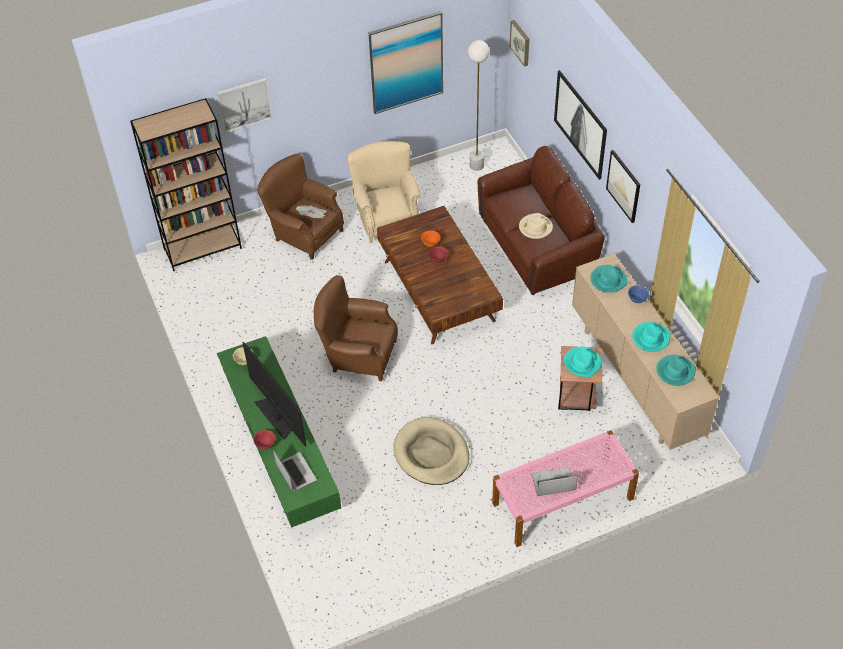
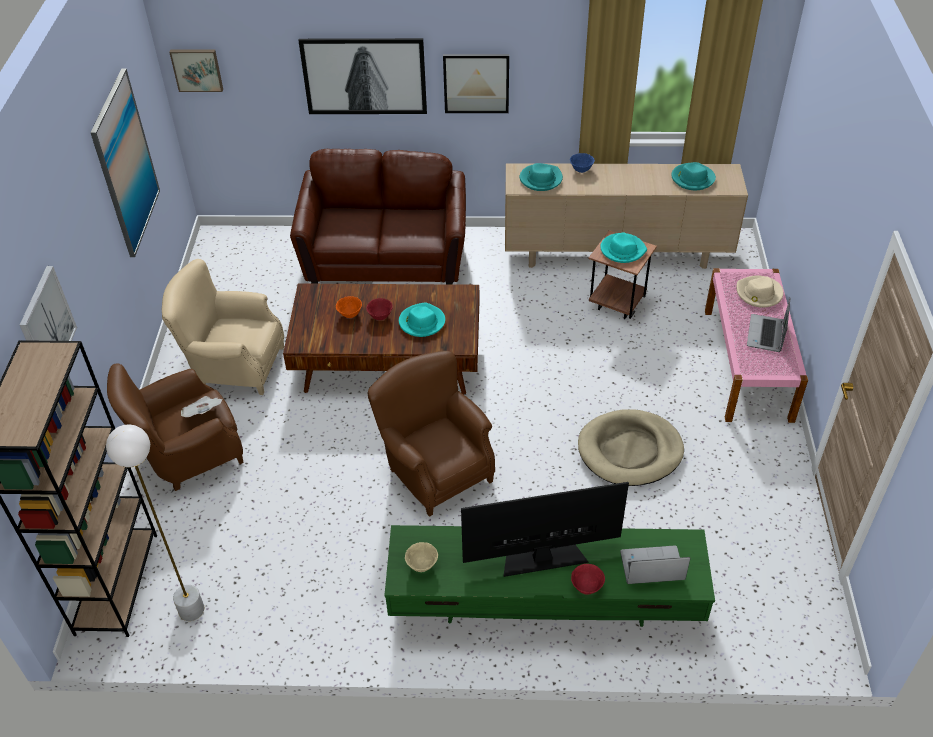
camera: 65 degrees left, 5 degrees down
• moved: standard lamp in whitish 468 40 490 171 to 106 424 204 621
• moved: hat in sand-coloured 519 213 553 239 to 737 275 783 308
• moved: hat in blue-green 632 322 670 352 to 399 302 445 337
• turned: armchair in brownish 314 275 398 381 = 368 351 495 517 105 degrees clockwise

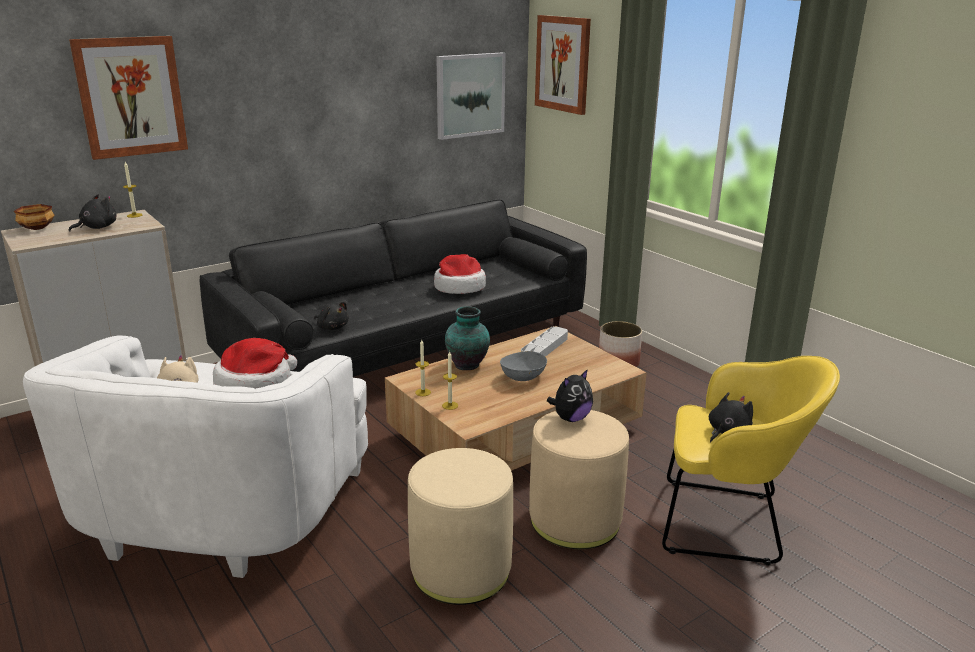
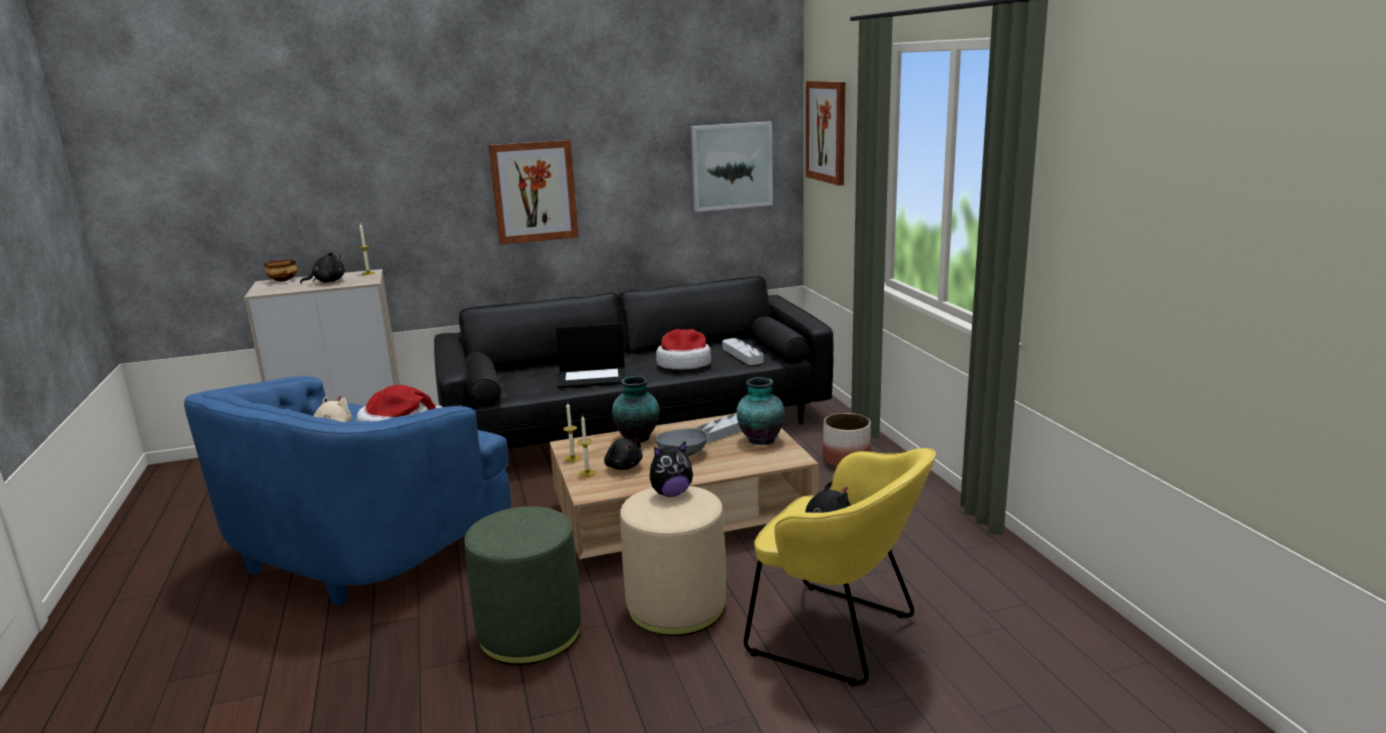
camera: 20 degrees right, 5 degrees down
• added: notebook computer 556 323 626 389
• added: serving tray in greyish 722 338 764 365
• added: flower vase 737 377 785 445
• moved: wall art 69 36 188 160 to 488 140 579 245
• moved: cuddly toy in blackish 314 302 349 330 to 604 438 643 470
• recoloured: armchair in whitish 23 335 368 578 to armchair in bluish 184 376 511 606
• recoloured: footrest in sand-coloured 408 448 513 605 to footrest in greenish 464 506 581 665

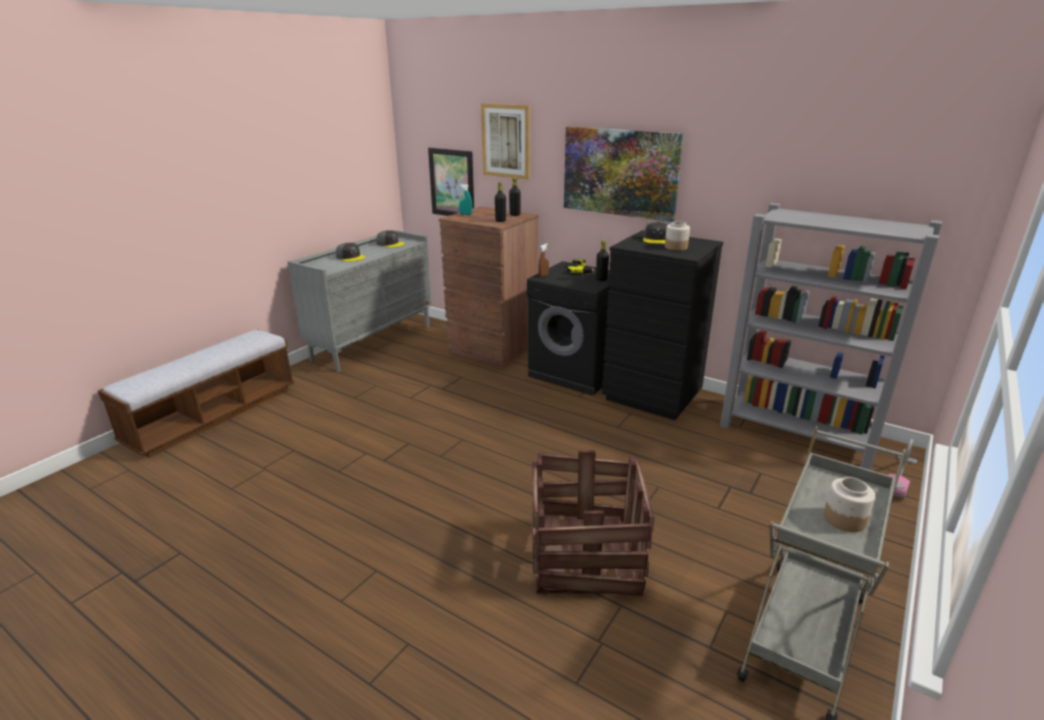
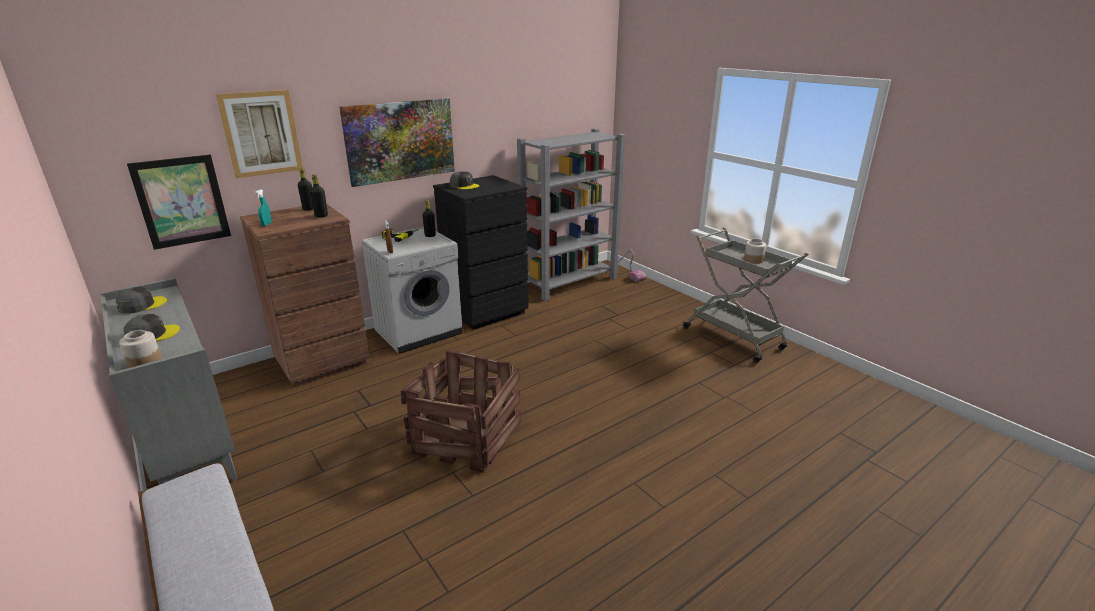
camera: 70 degrees left, 0 degrees up
• moved: shipping crate 532 450 655 596 to 401 350 521 473
• moved: preserve jar 665 221 690 251 to 119 330 161 368
• recoloured: laundry appliance in blackish 527 261 610 396 to laundry appliance in whitish 362 227 463 354

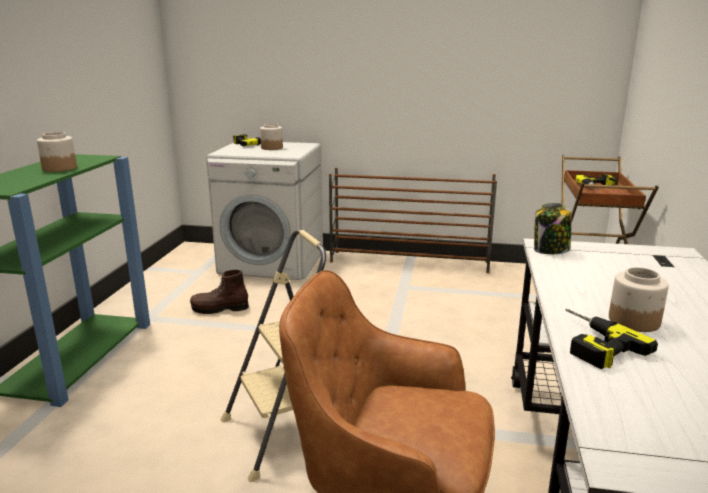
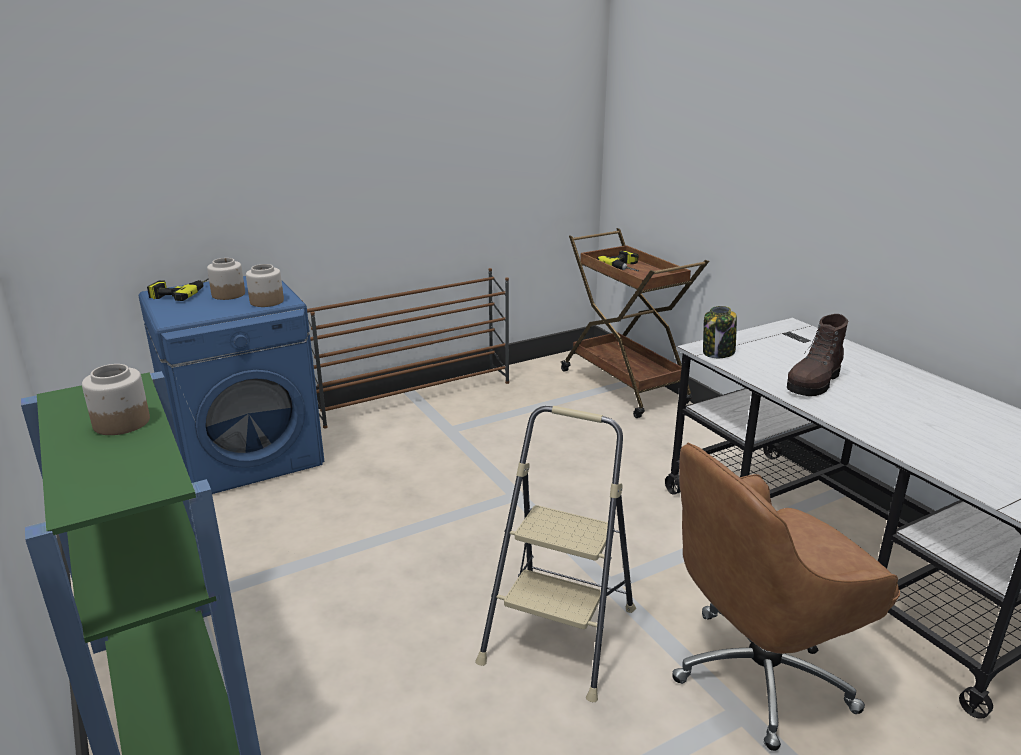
camera: 40 degrees left, 5 degrees up
• removed: drill 565 308 658 369
• moved: tall boot in brownish 190 270 249 314 to 787 314 848 396
• moved: preserve jar 609 267 669 332 to 246 264 284 307
• recoloured: laundry appliance in whitish 206 142 323 280 to laundry appliance in bluish 139 276 324 494

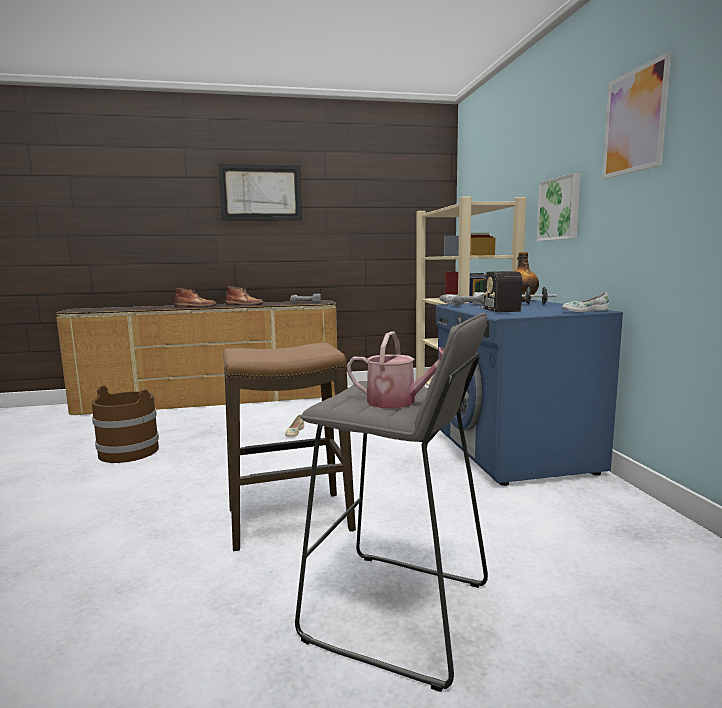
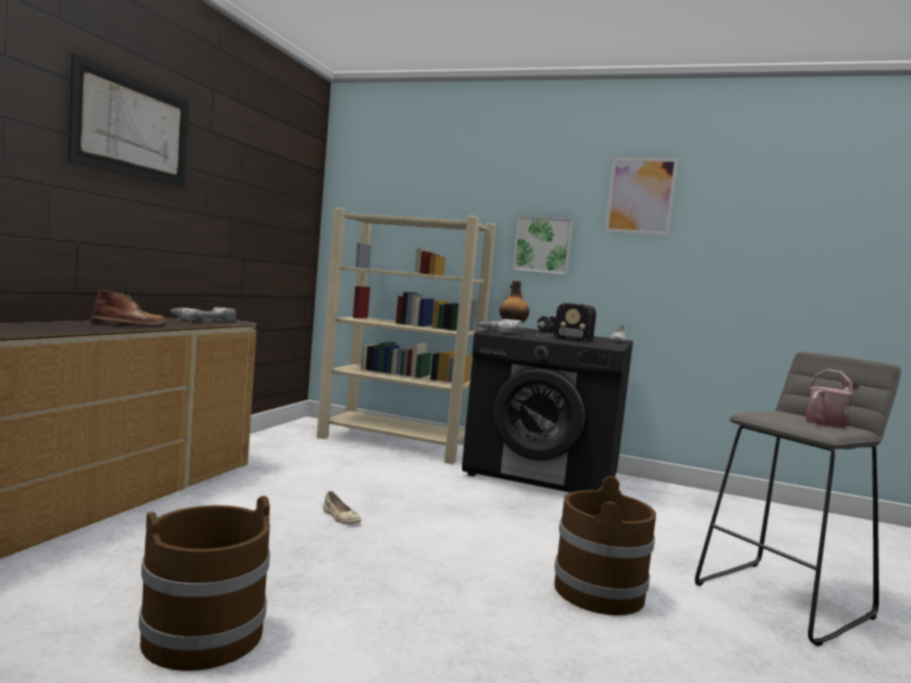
camera: 60 degrees left, 5 degrees down
• removed: tall boot in brownish 174 288 217 307
• replaced: stool seat 223 343 356 551 to pail in brownish 554 476 656 615
• recoloured: laundry appliance in bluish 436 300 623 486 to laundry appliance in blackish 462 328 633 493

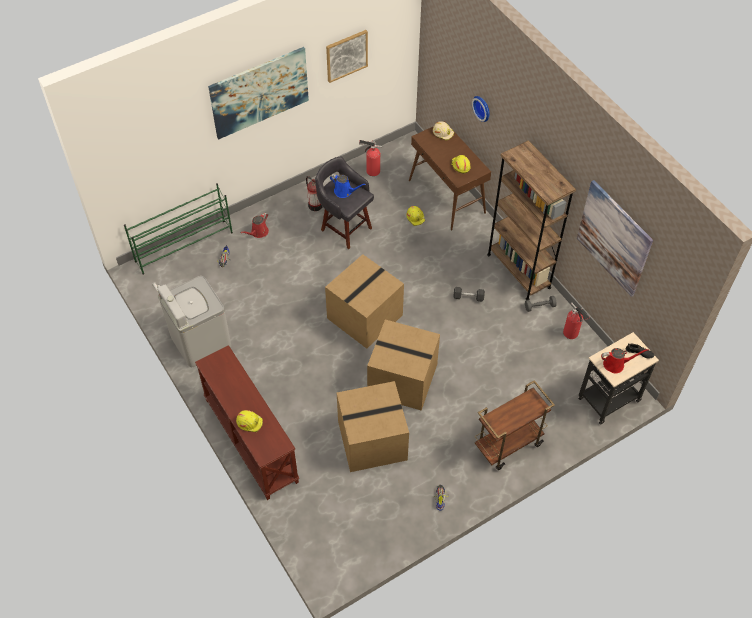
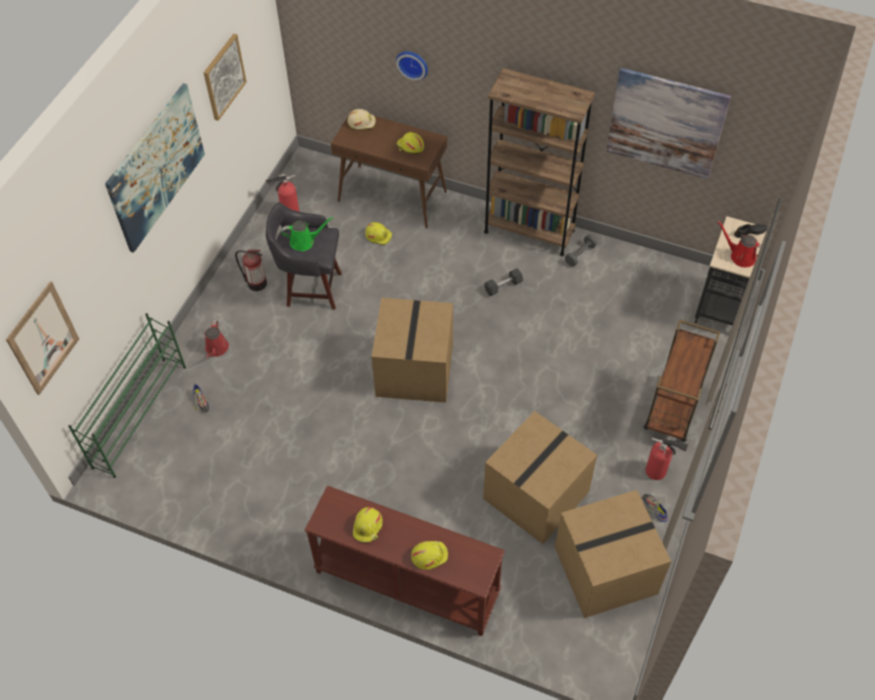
camera: 35 degrees left, 0 degrees up
• removed: laundry appliance in greyish 152 276 231 367
• added: wall art 6 281 79 395
• added: safety helmet in yellow 353 507 383 543
• moved: cardboard box 367 319 440 411 to 555 490 671 618
• moved: fire extinguisher 563 303 590 339 to 645 437 688 480
• recoloured: watering can in bluish 330 174 366 198 to watering can in greenish 281 217 333 251
• turned: watering can in red-coloured 601 348 649 373 = 718 221 762 268 105 degrees counterclockwise

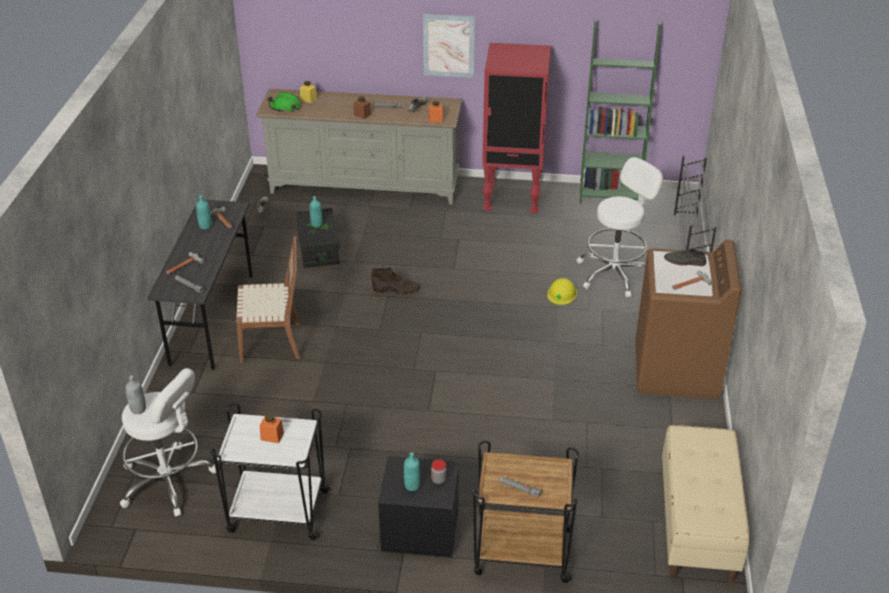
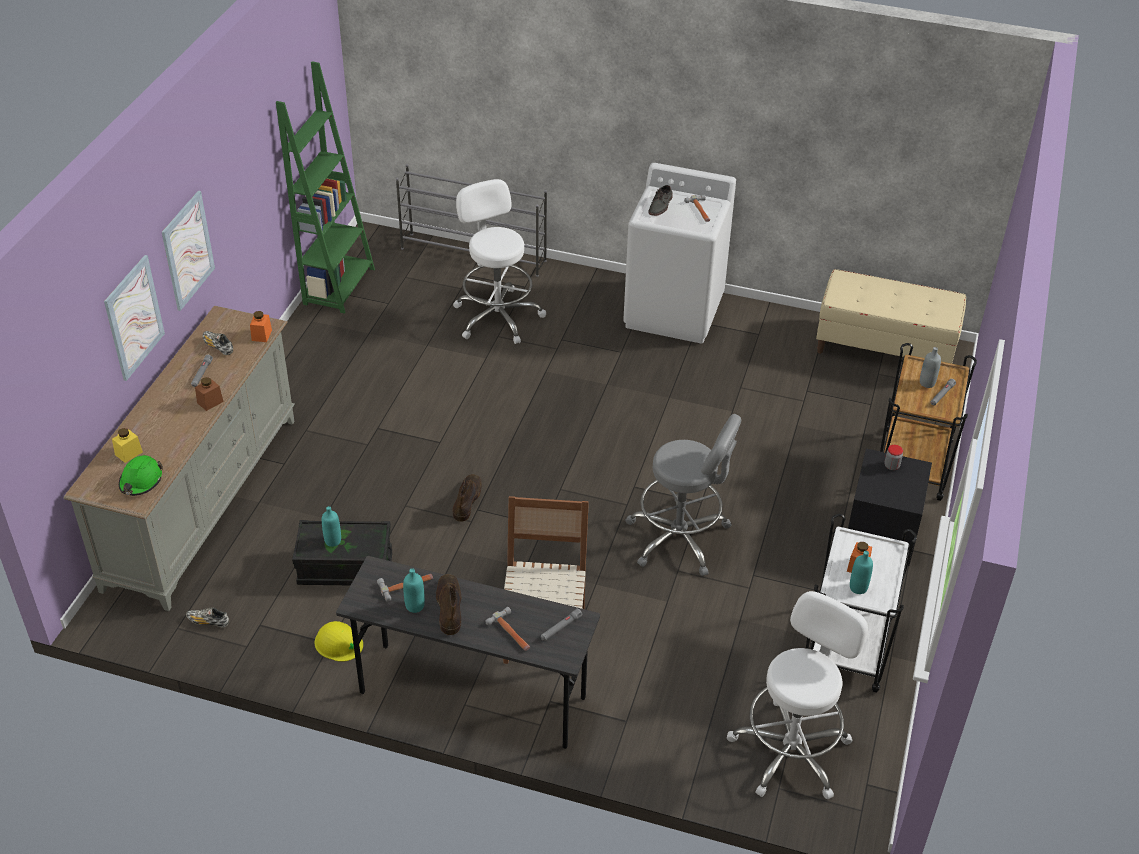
camera: 80 degrees left, 5 degrees up
• removed: cabinet in red-coloured 482 43 551 214
• added: wall art 104 255 165 381
• added: tall boot in brownish 436 574 461 635
• added: stool seat in greyish 625 414 742 576
• moved: drink bottle in greyish 125 376 146 414 to 920 347 941 388
• moved: drink bottle in blue-green 404 452 421 491 to 850 551 873 594
• moved: safety helmet in yellow 547 278 577 305 to 315 621 363 662
• recoloured: laundry appliance in brownish 635 239 742 399 to laundry appliance in whitish 623 163 736 343

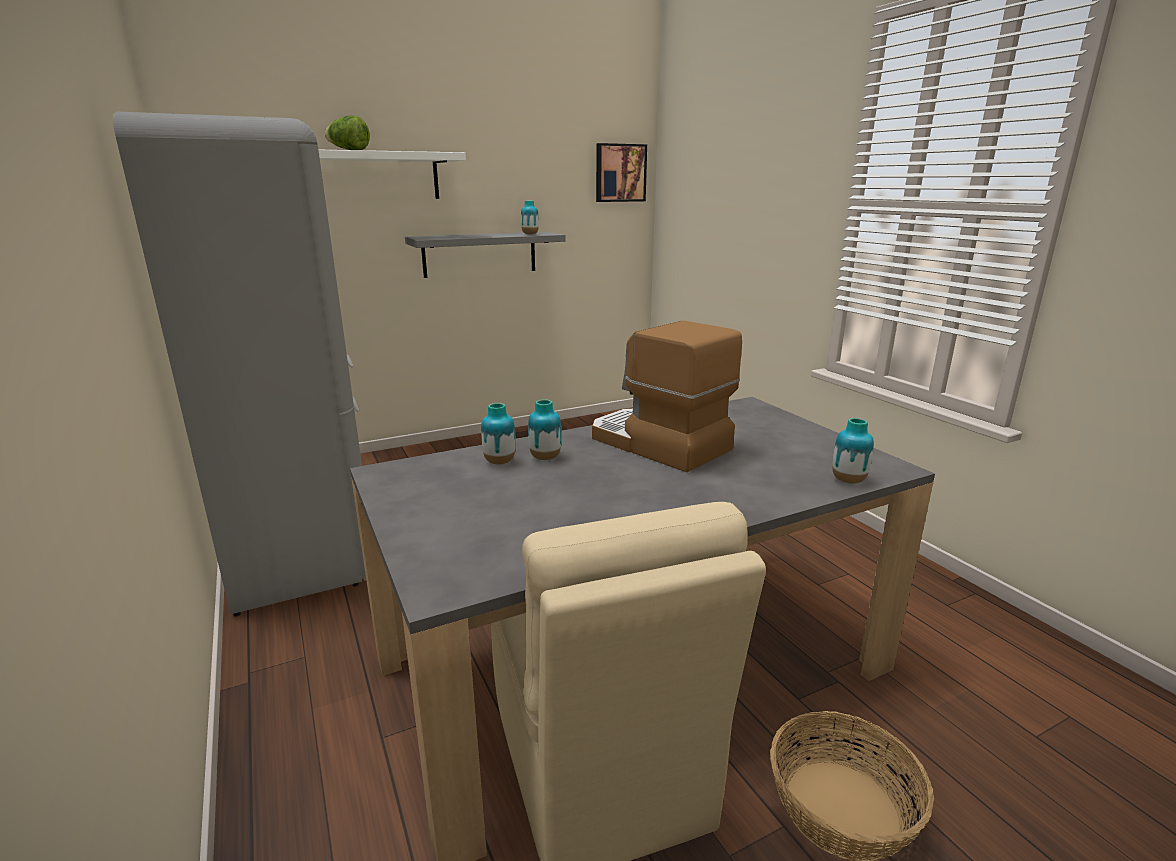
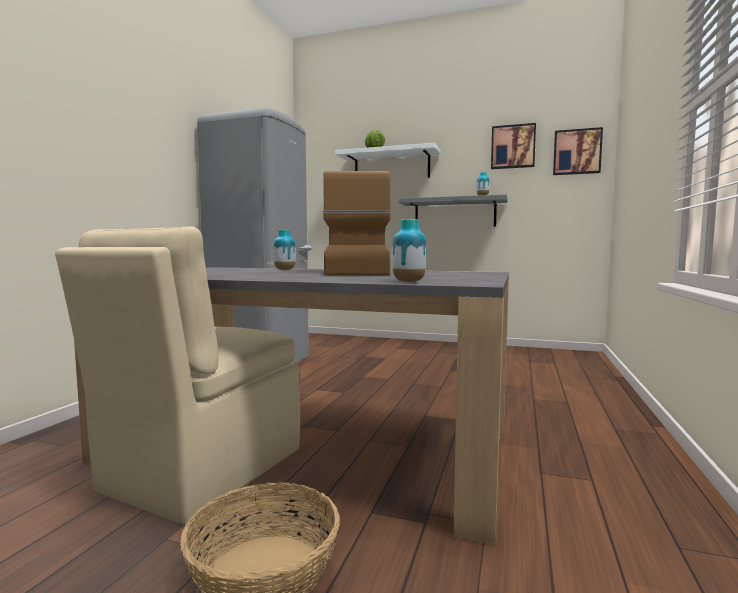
camera: 45 degrees right, 15 degrees down
• removed: flower vase 481 403 516 464
• added: wall art 491 123 536 169

